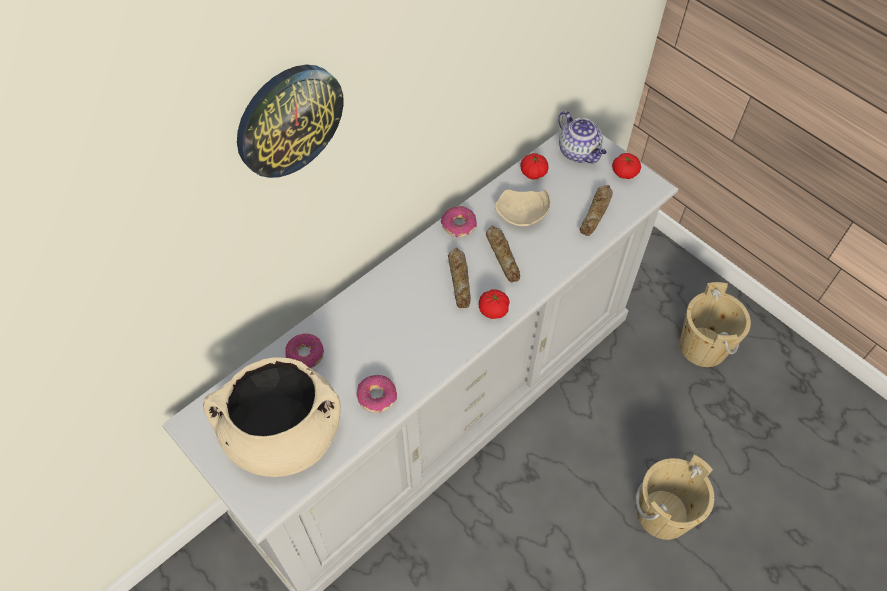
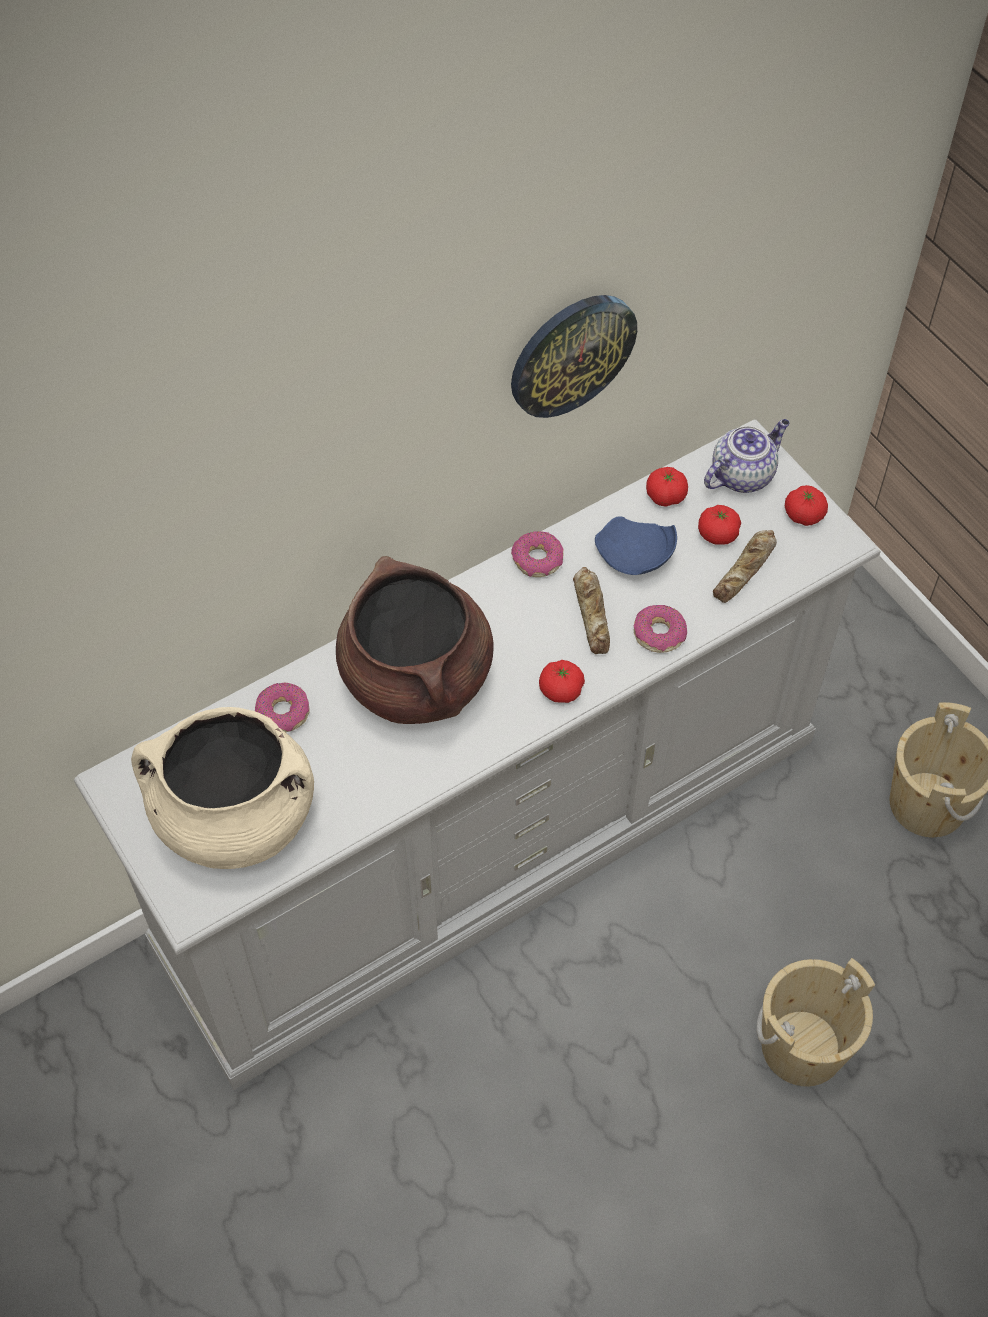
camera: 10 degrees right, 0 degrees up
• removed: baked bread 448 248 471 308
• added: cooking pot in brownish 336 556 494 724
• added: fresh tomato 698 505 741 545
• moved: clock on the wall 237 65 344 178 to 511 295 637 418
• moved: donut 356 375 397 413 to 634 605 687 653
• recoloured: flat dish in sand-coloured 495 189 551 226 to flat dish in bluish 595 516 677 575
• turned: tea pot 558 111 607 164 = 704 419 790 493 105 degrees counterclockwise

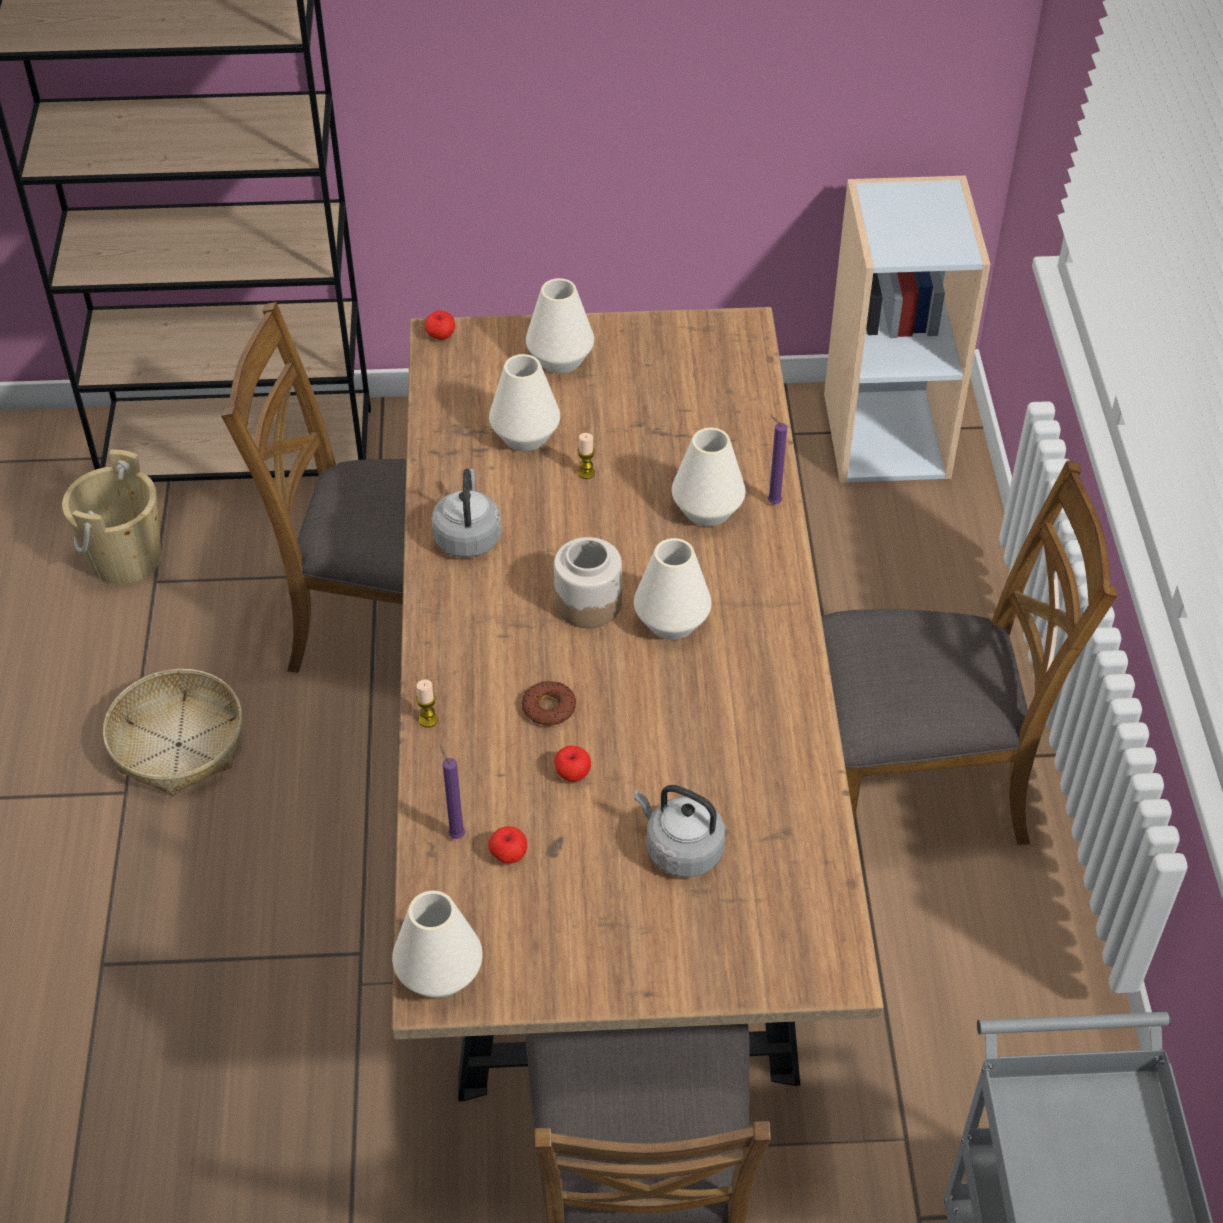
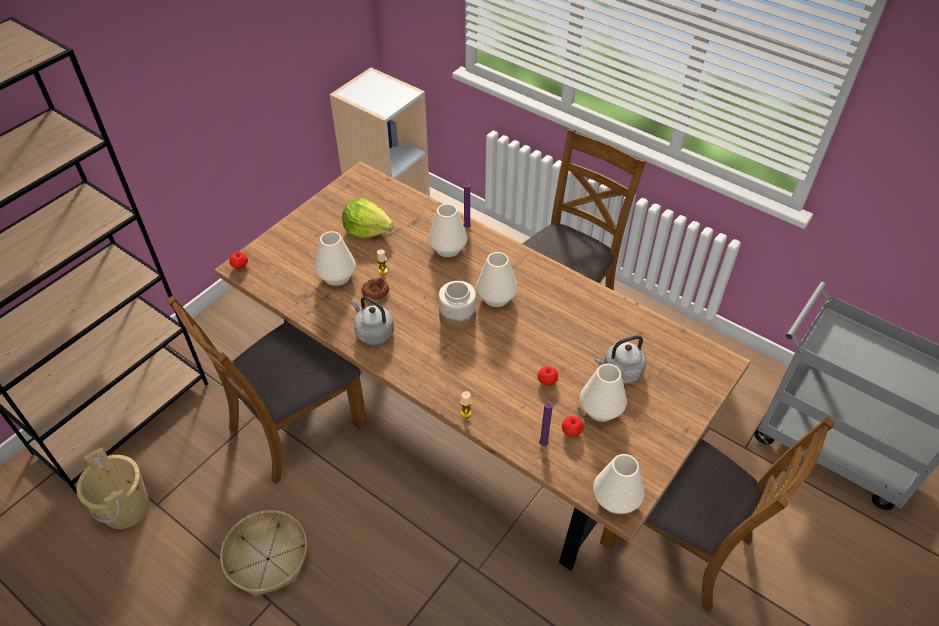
camera: 50 degrees left, 0 degrees up
• added: lettuce head 342 198 394 238
• moved: donut 522 681 576 726 to 362 278 389 301
• moved: flower vase in whitish 526 278 594 373 to 580 364 627 422

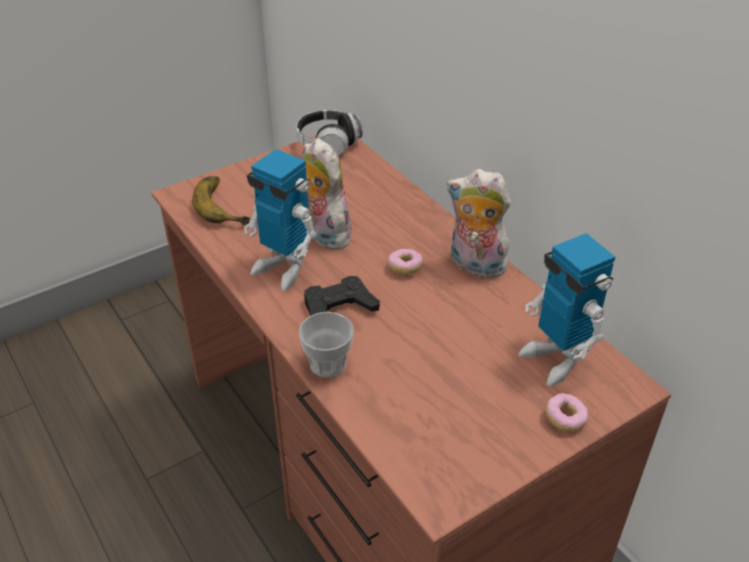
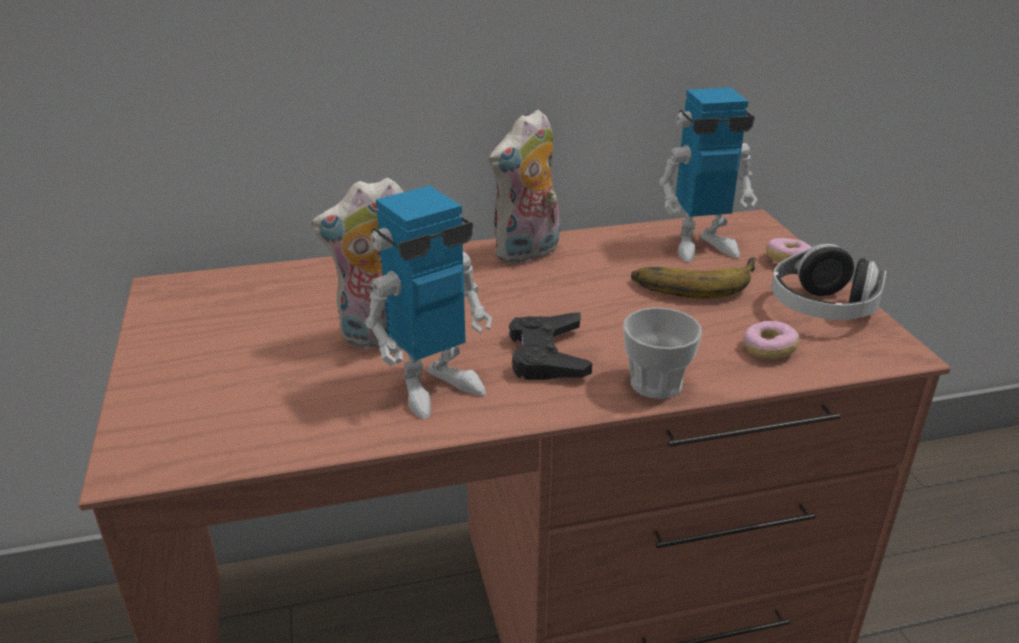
camera: 70 degrees left, 10 degrees down
• moved: banana fruit 192 176 250 225 to 631 257 757 299
• moved: headphones 296 110 363 155 to 772 244 886 320
• moved: donut 388 249 423 274 to 743 321 800 359

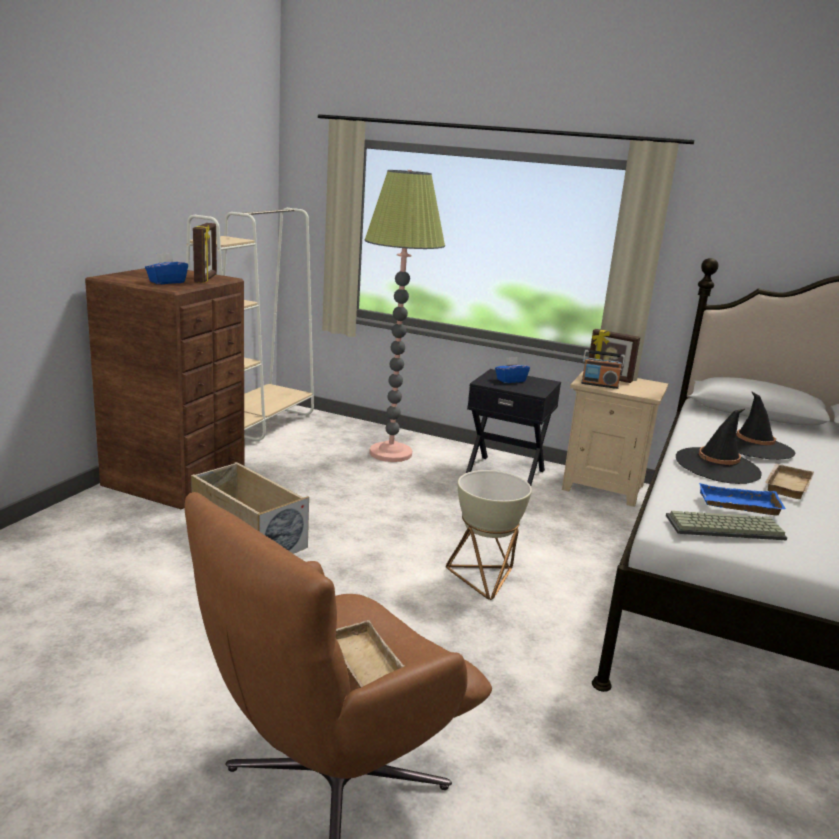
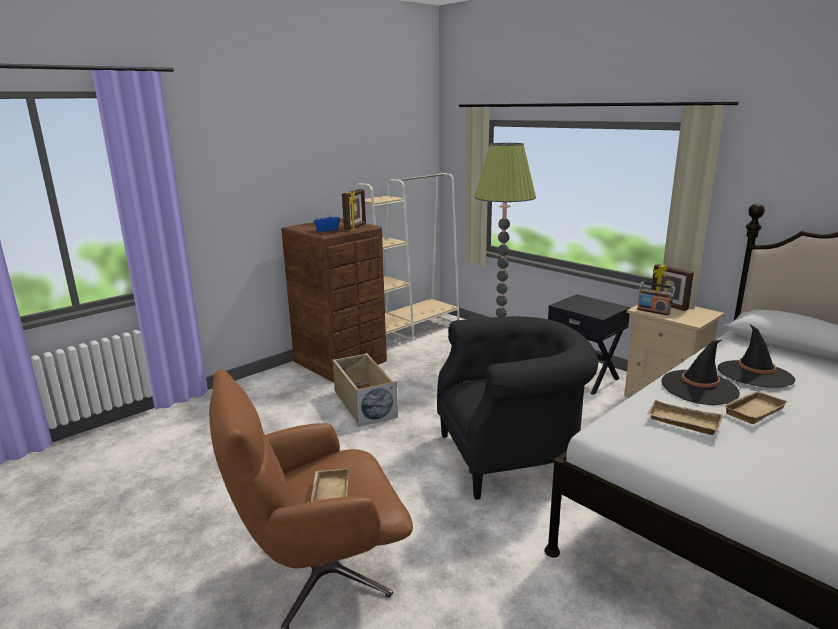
camera: 25 degrees right, 0 degrees up
• removed: box of tissues in bluish 495 357 530 383
• removed: PC keyboard 666 511 787 541
• replaced: planter 446 470 532 600 to armchair in blackish 437 316 598 500
• recoloured: serving tray in bluish 699 483 786 516 to serving tray in sand-coloured 647 400 723 435

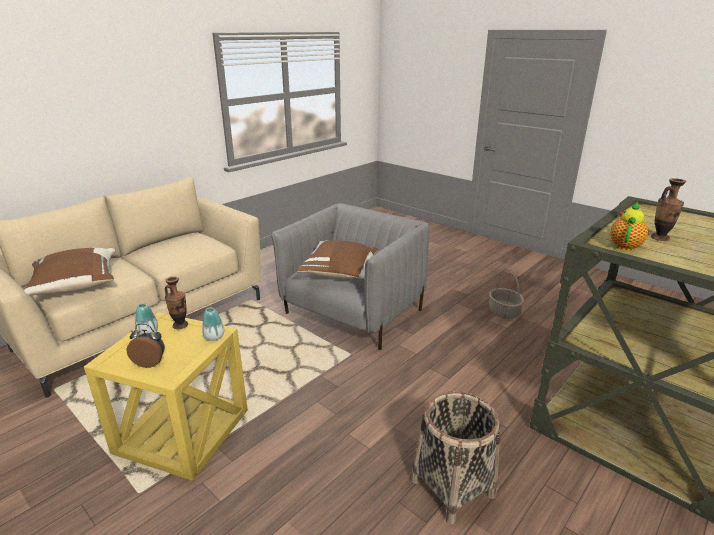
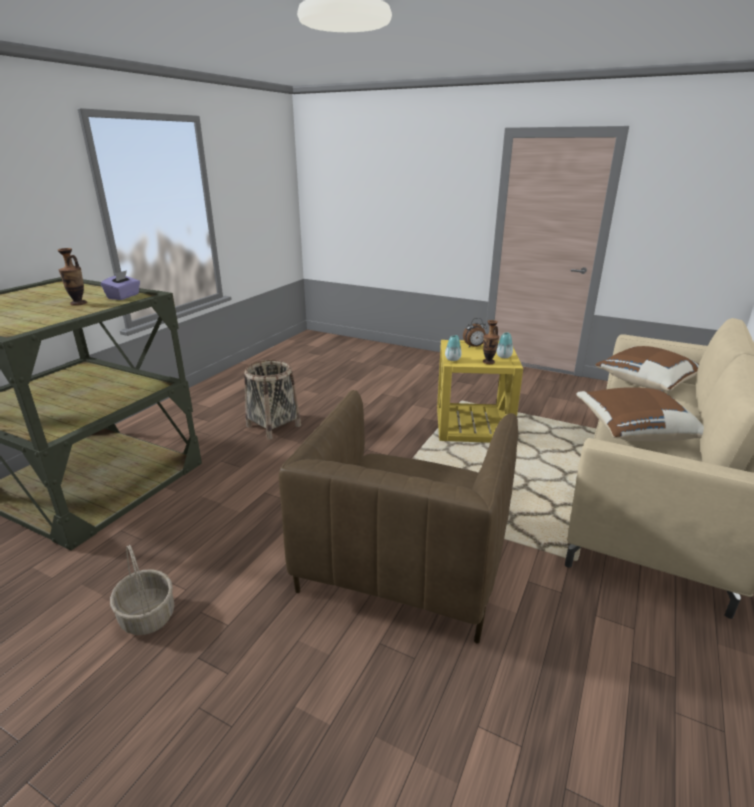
camera: 165 degrees right, 0 degrees up
• moved: pillow in brownish 296 240 378 279 to 576 387 704 441
• replaced: tea pot 610 201 648 251 to box of tissues in purplish 101 270 140 300
• recoloured: armchair in greyish 271 203 430 350 to armchair in brownish 279 390 518 643

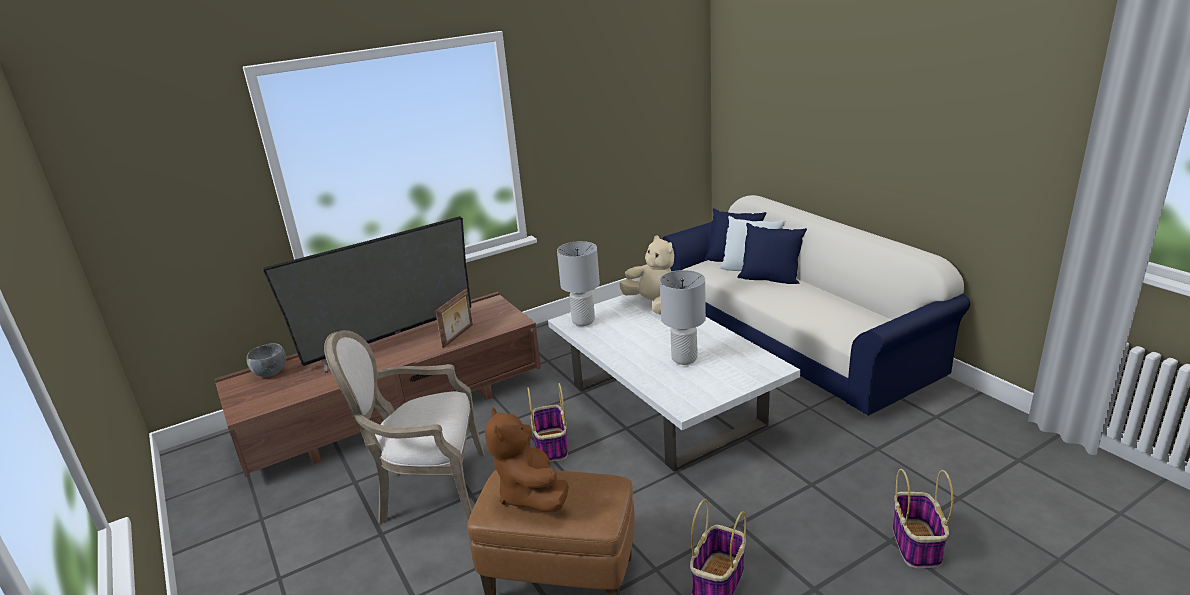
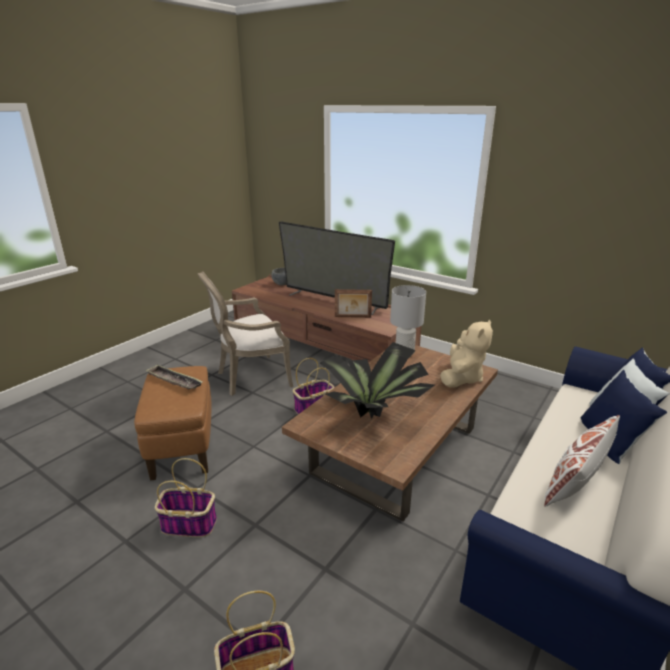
camera: 65 degrees right, 0 degrees up
• added: pillow in whitish 544 415 620 507
• replaced: cuddly toy in brownish 485 407 569 512 to serving tray 145 364 203 390
• replaced: tabletop lamp in greyish 660 270 706 365 to potted plant 320 342 434 419
• recoloured: low table in whitish 548 294 800 471 to low table in brownish 282 342 498 522
• turned: armchair 324 330 484 524 = 197 271 293 396 90 degrees counterclockwise

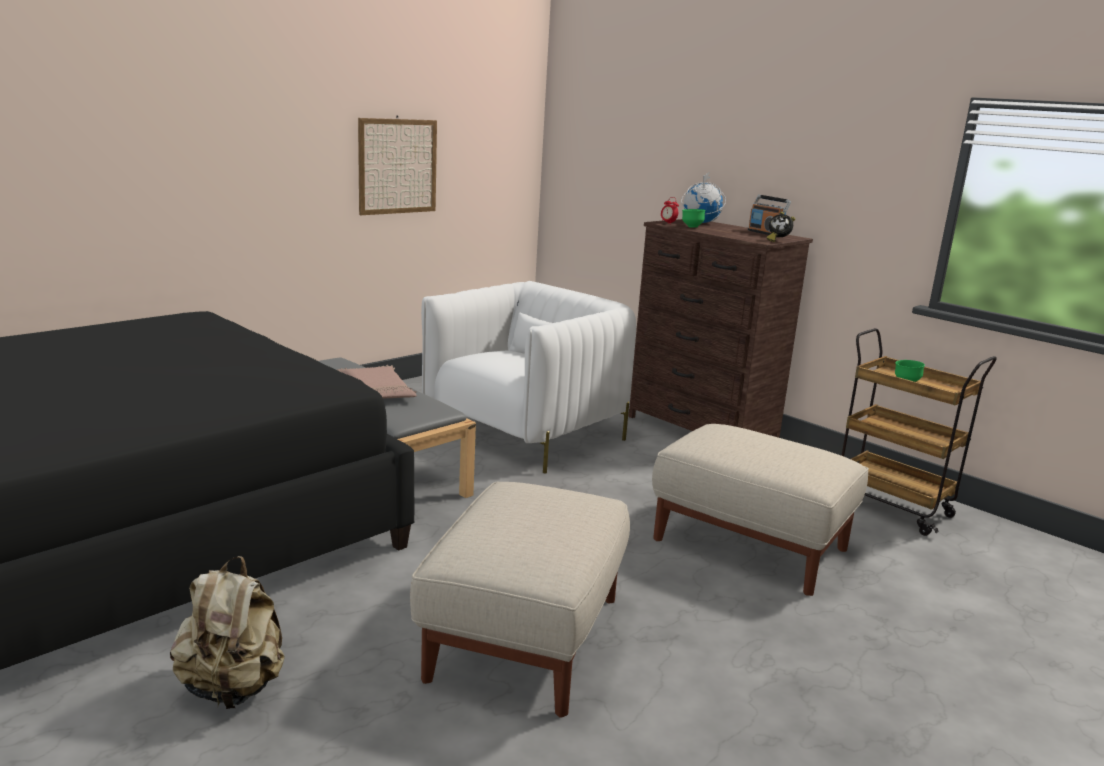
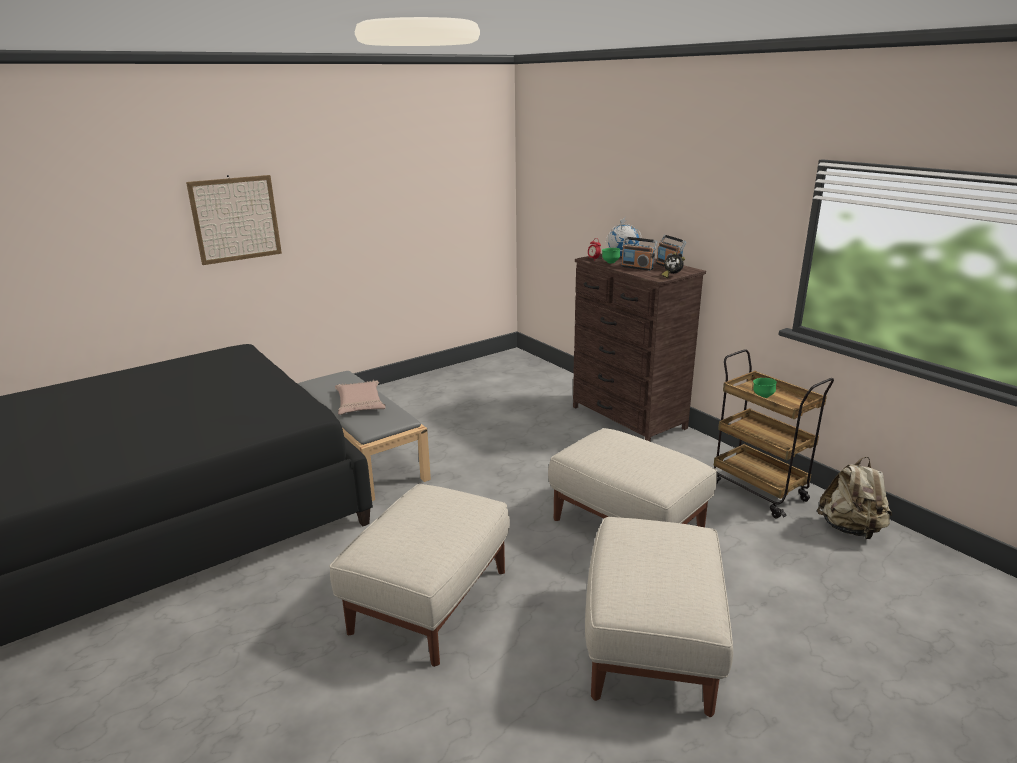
camera: 10 degrees right, 5 degrees up
• removed: armchair in whitish 421 281 636 473
• added: footrest in sand-coloured 585 517 733 717
• added: radio set 621 237 657 271
• moved: backpack in sand-coloured 170 556 285 709 to 817 457 892 539
• moved: wall art 358 115 437 215 to 186 175 282 265

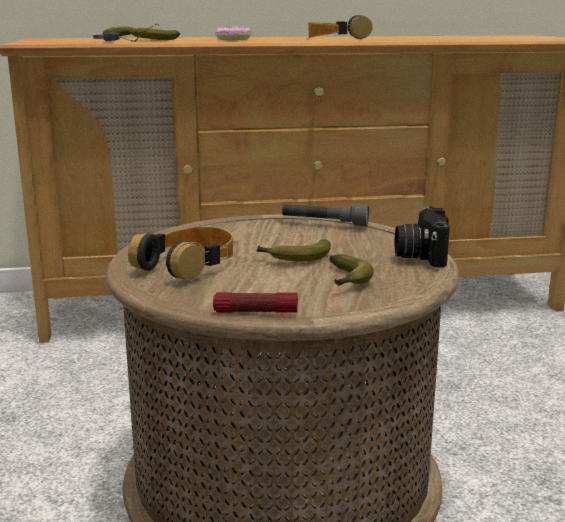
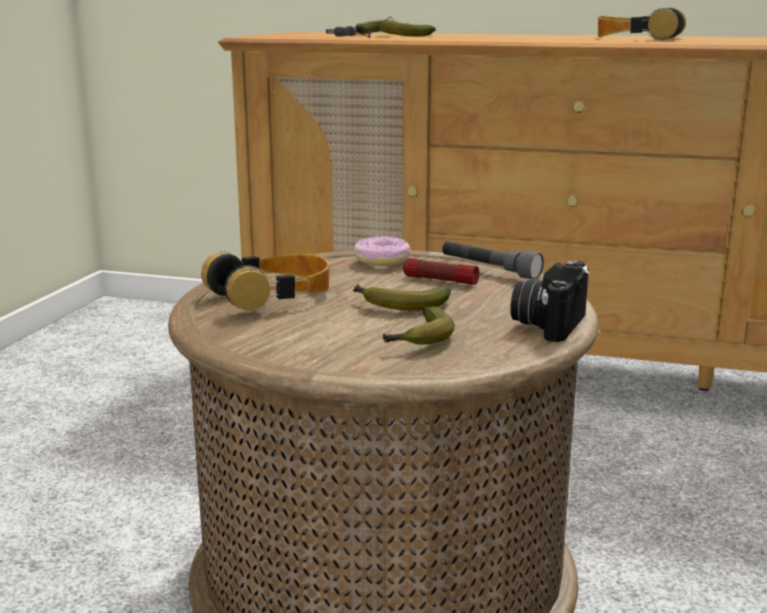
camera: 25 degrees right, 0 degrees up
• moved: hand torch 213 292 298 313 to 403 258 479 285
• moved: donut 215 26 252 40 to 354 236 410 266

